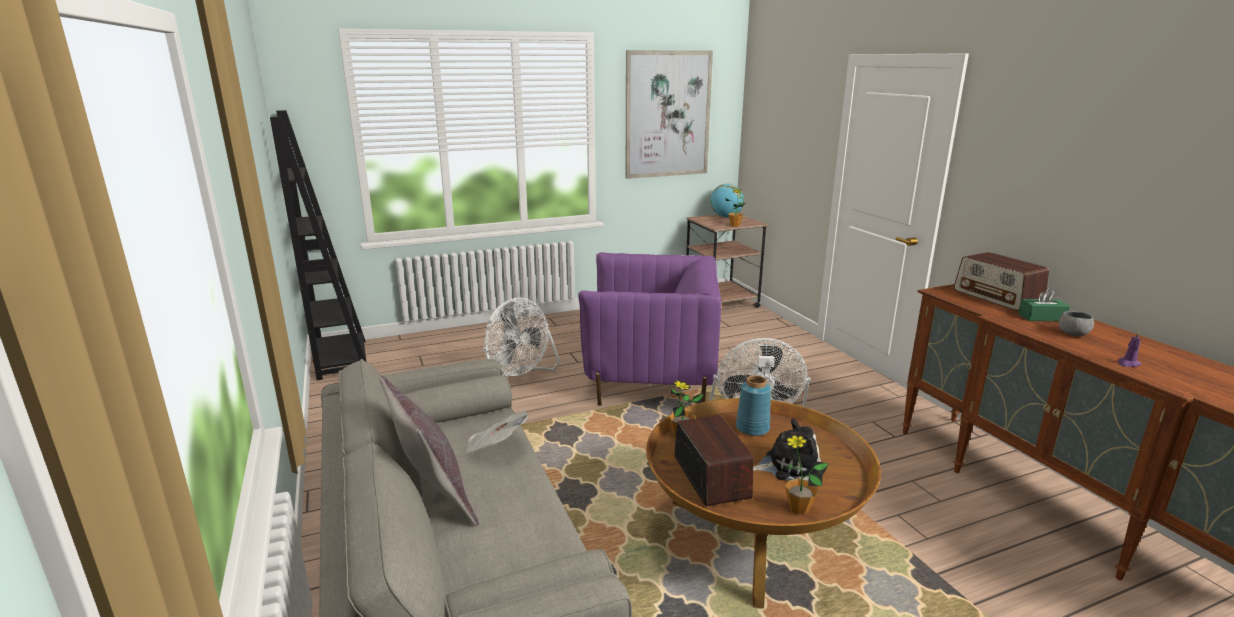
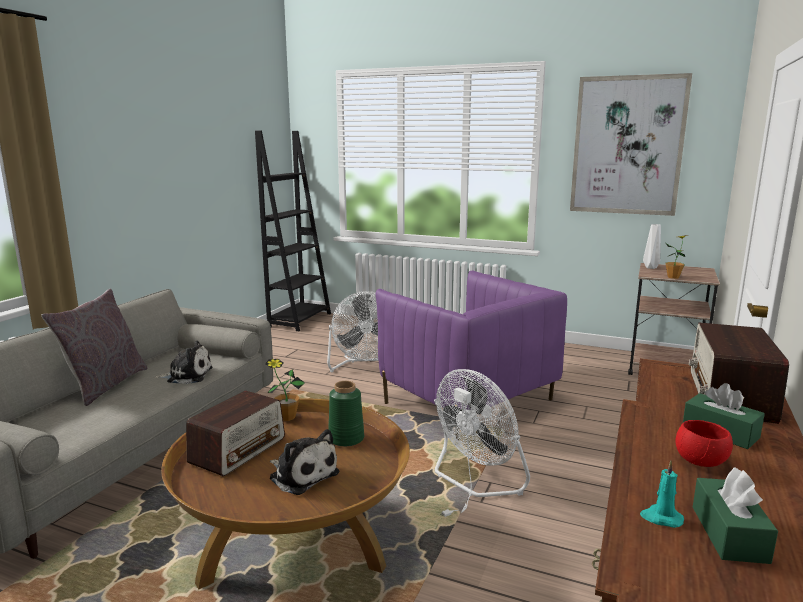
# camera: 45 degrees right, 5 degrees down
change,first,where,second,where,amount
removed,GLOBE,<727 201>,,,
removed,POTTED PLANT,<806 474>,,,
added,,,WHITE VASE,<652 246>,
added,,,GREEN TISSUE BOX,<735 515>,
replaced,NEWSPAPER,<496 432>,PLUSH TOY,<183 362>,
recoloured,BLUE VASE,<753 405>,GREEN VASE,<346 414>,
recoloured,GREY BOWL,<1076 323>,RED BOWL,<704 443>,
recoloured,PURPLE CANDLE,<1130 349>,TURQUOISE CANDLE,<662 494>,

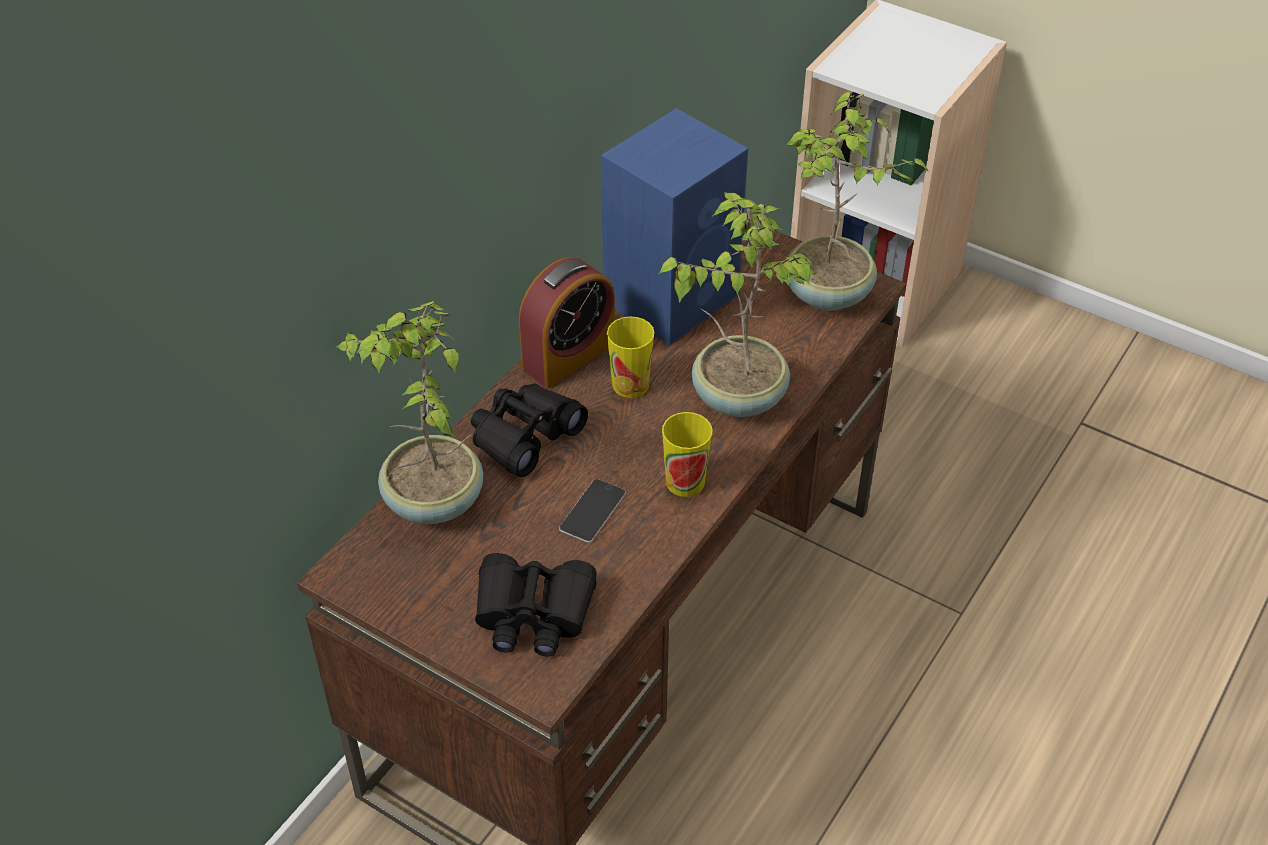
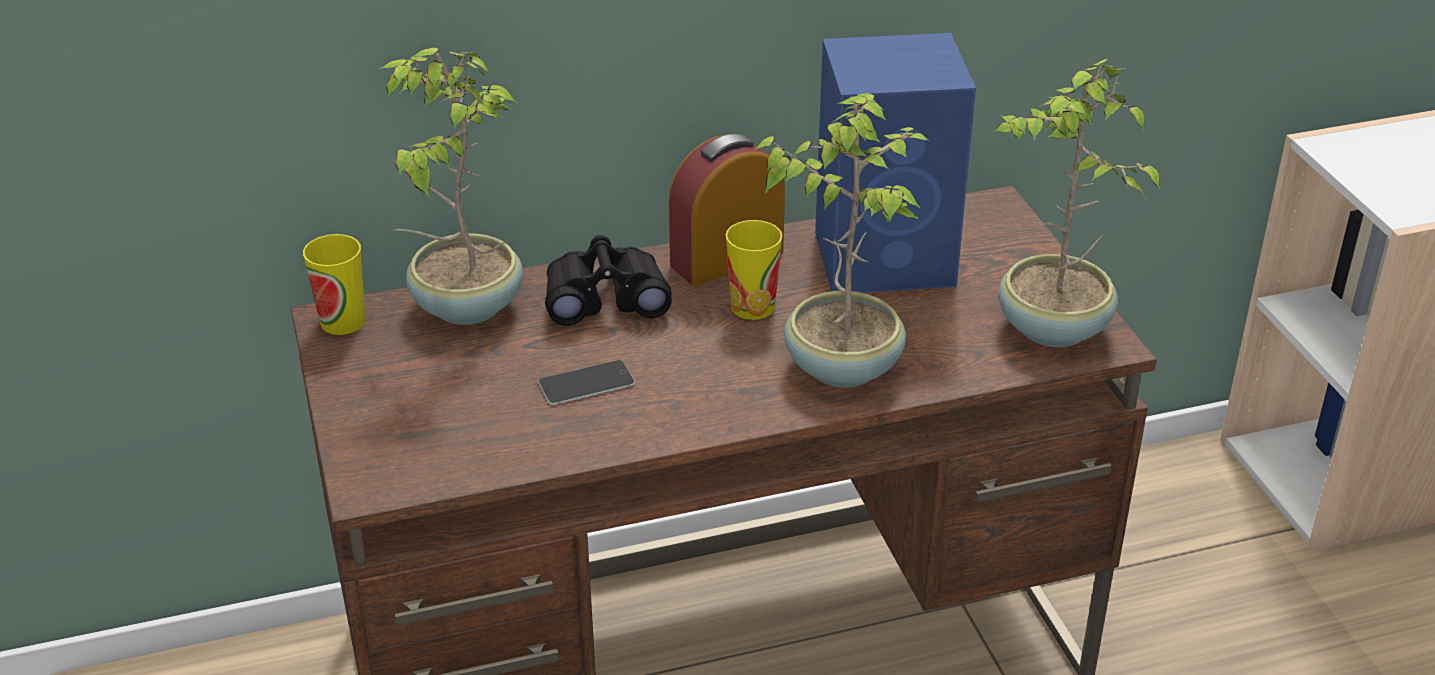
# camera: 40 degrees right, 10 degrees down
change,first,where,second,where,amount
removed,BLACK BINOCULARS,<536 604>,,,
moved,CUP,<687 454>,,<334 284>,
turned,ALARM CLOCK,<567 322>,,<727 210>,150 degrees clockwise

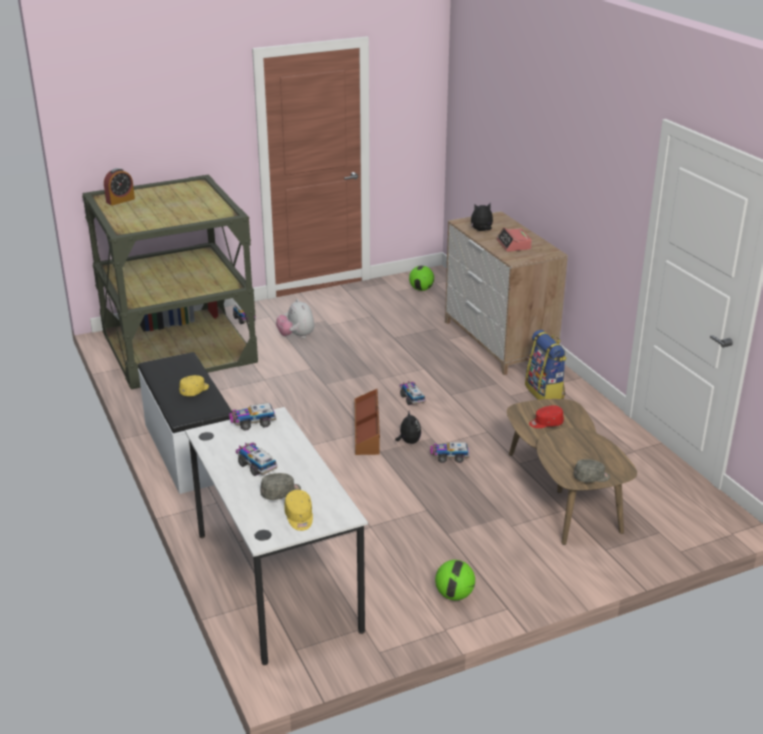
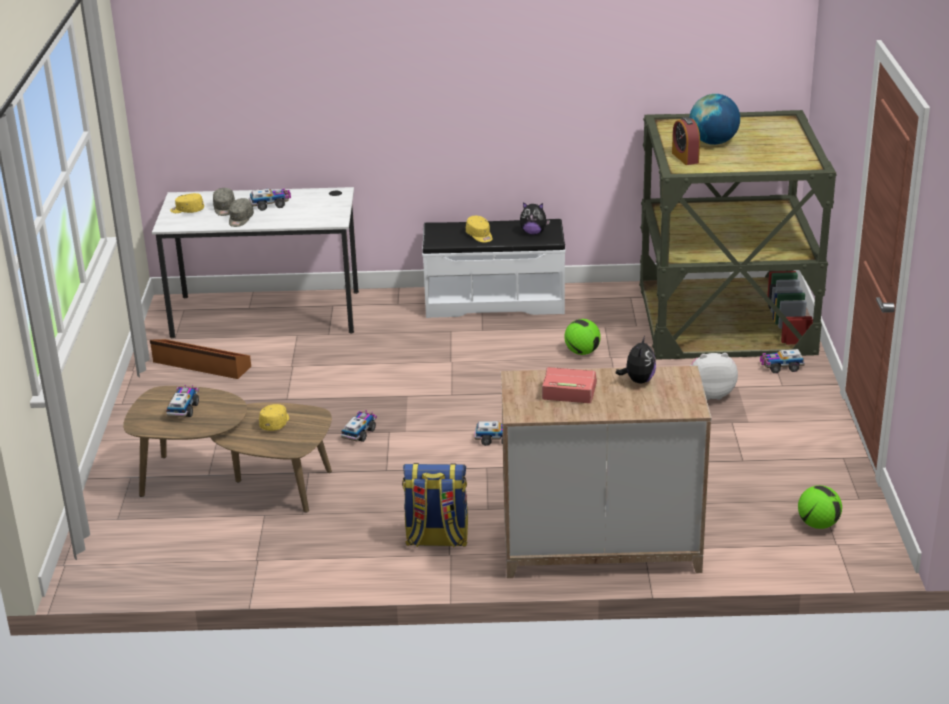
# camera: 115 degrees right, 0 degrees up
change,first,where,second,where,amount
added,,,GLOBE,<714 119>,
moved,ALARM CLOCK,<119 187>,,<686 141>,
moved,TOY TRUCK,<252 417>,,<182 400>,
moved,BROWN STORAGE BOX,<367 422>,,<200 359>,
moved,PLUSH TOY,<408 427>,,<535 218>,
moved,FOOTBALL,<455 580>,,<582 337>,
moved,GREY CAP,<591 471>,,<241 212>,
recoloured,RED CAP,<546 417>,YELLOW CAP,<274 417>,

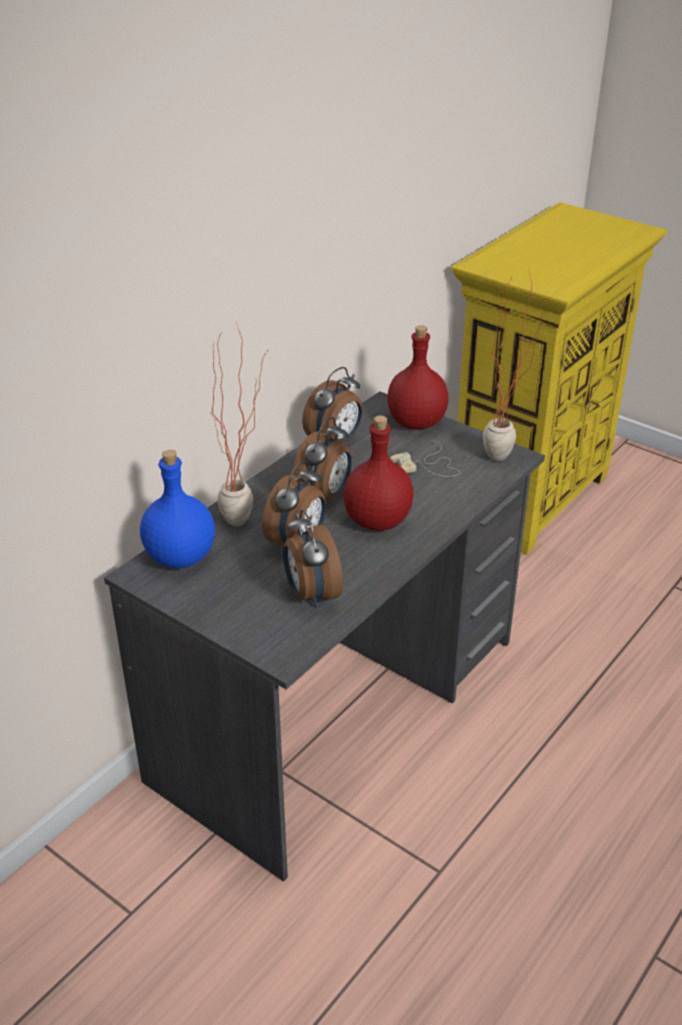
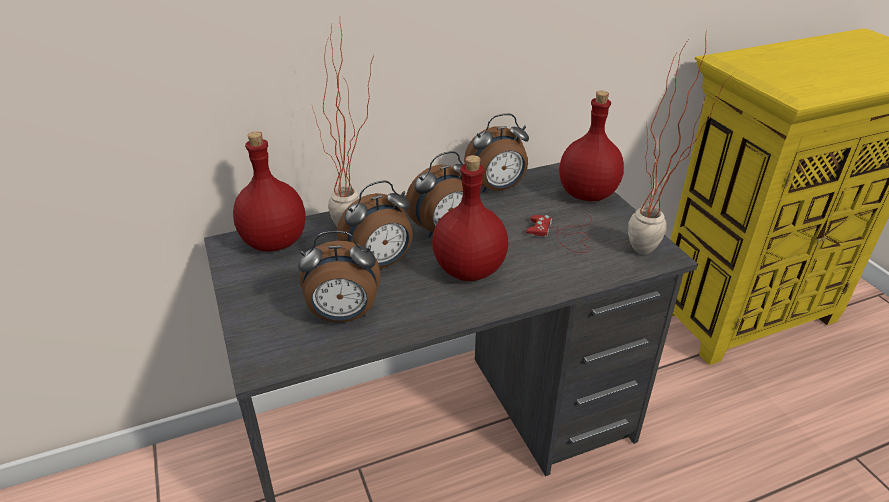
# camera: 30 degrees right, 0 degrees up
change,first,where,second,where,amount
recoloured,BLUE BOTTLE,<177 509>,RED BOTTLE,<269 191>,
recoloured,BEIGE GAME CONTROLLER,<425 458>,RED GAME CONTROLLER,<559 233>,
turned,ALARM CLOCK,<313 558>,,<339 276>,105 degrees counterclockwise

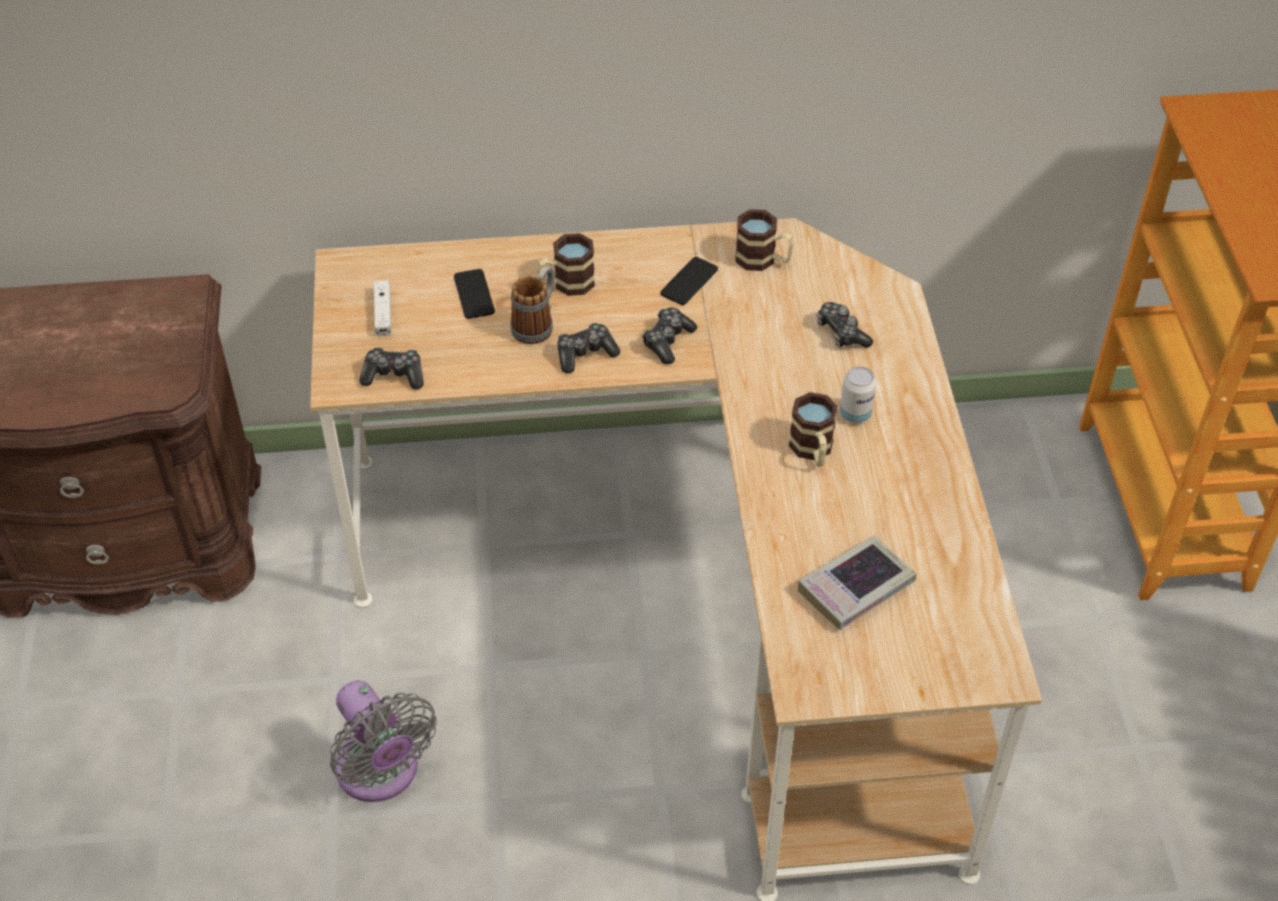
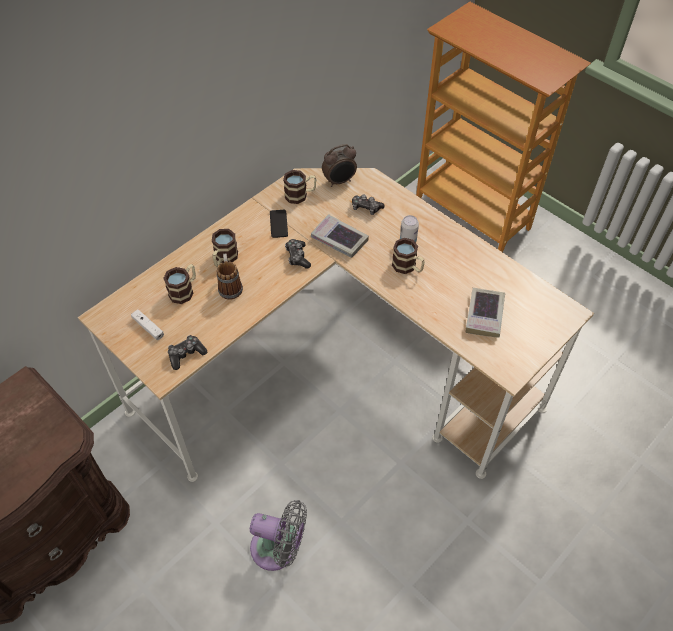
# camera: 40 degrees left, 5 degrees up
change,first,where,second,where,amount
removed,GAME CONTROLLER,<588 348>,,,
added,,,BOOK,<340 236>,
added,,,ALARM CLOCK,<339 165>,
replaced,PHONE,<474 294>,MUG,<179 284>,

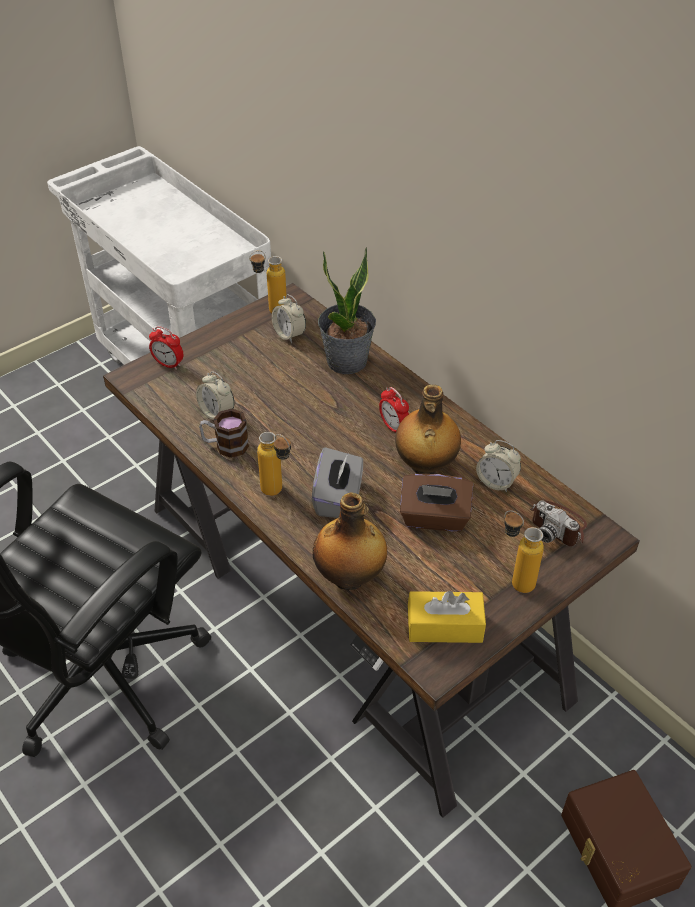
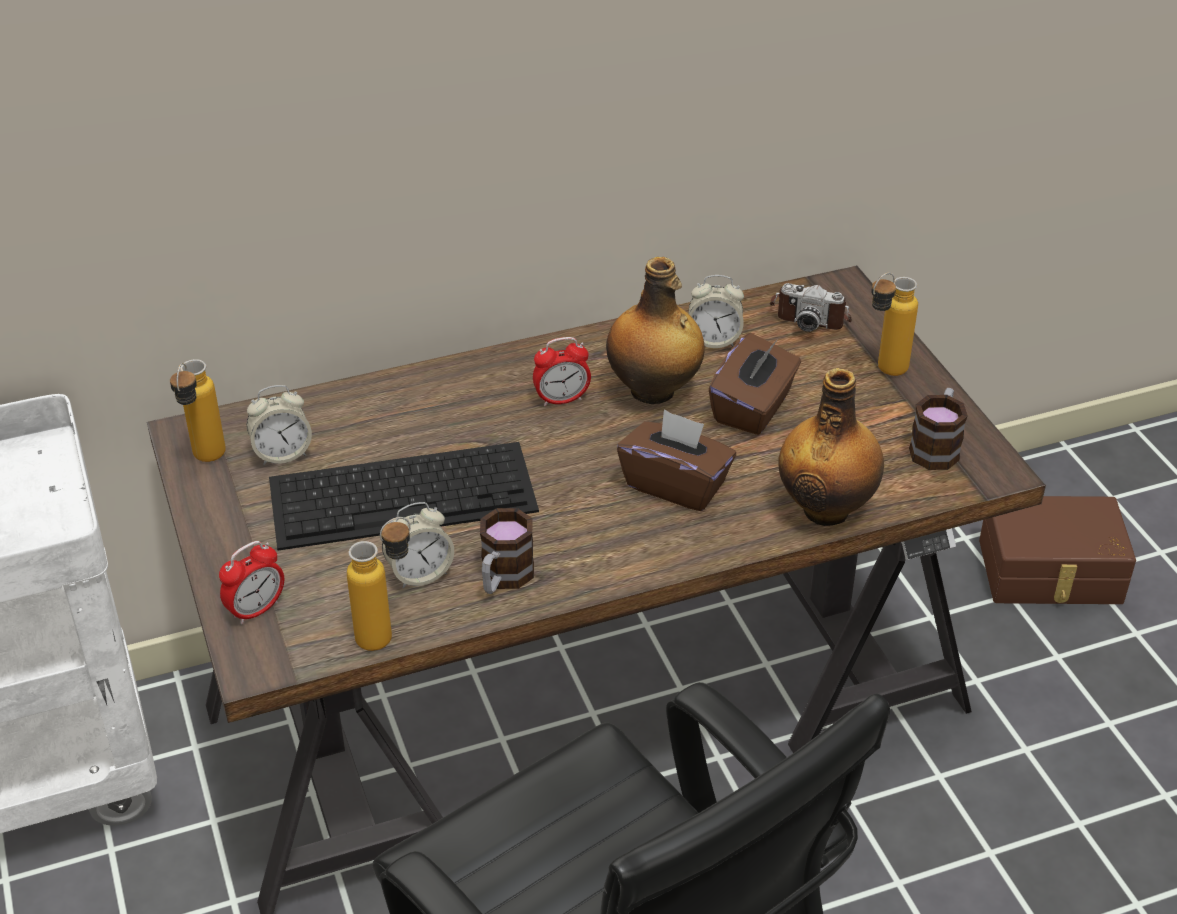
# camera: 70 degrees left, 5 degrees down
change,first,where,second,where,amount
removed,POTTED PLANT,<347 310>,,,
added,,,KEYBOARD,<404 496>,
moved,BOTTLE,<274 464>,,<379 584>,
replaced,YELLOW TISSUE BOX,<447 617>,MUG,<938 429>,
recoloured,GREY TISSUE BOX,<337 482>,BROWN TISSUE BOX,<676 460>,
turned,ALARM CLOCK,<498 466>,,<716 311>,45 degrees clockwise
turned,PHOTO CAMERA,<558 523>,,<811 307>,45 degrees clockwise

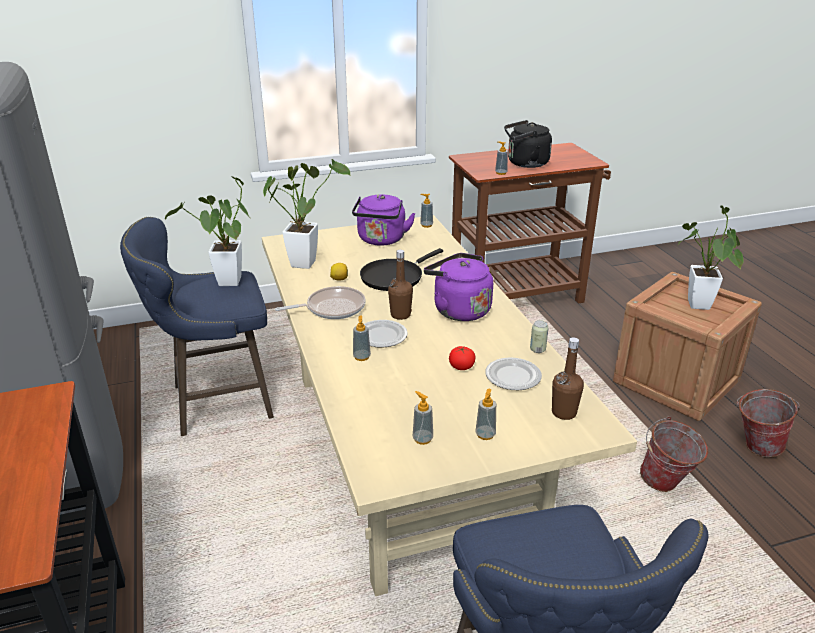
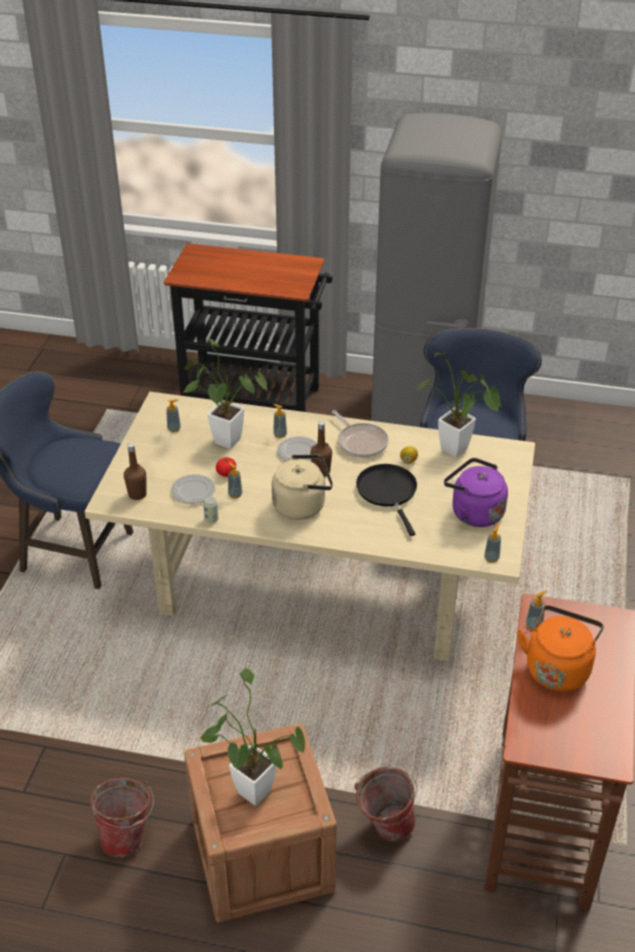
# camera: 120 degrees right, 10 degrees up
change,first,where,second,where,amount
moved,POTTED PLANT,<207 231>,,<225 394>,
moved,SOAP DISPENSER,<485 414>,,<235 480>,
moved,BUCKET,<674 454>,,<386 804>,
recoloured,PURPLE KETTLE,<458 287>,BEIGE KETTLE,<302 487>,
recoloured,BLACK KETTLE,<528 144>,ORANGE KETTLE,<560 648>,
turned,FRYING PAN,<320 302>,,<360 433>,45 degrees counterclockwise

